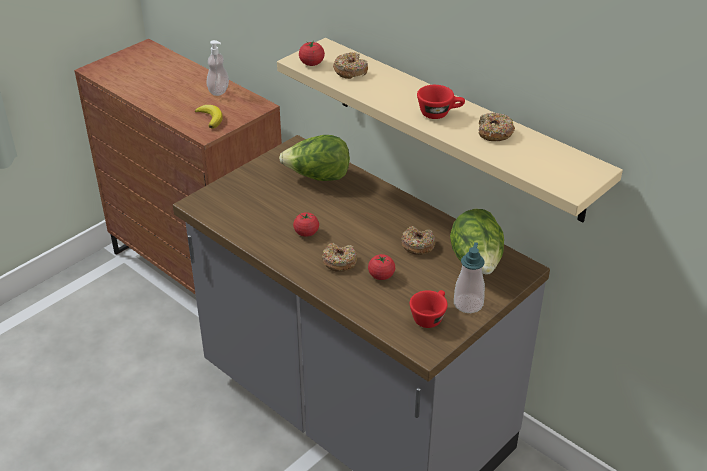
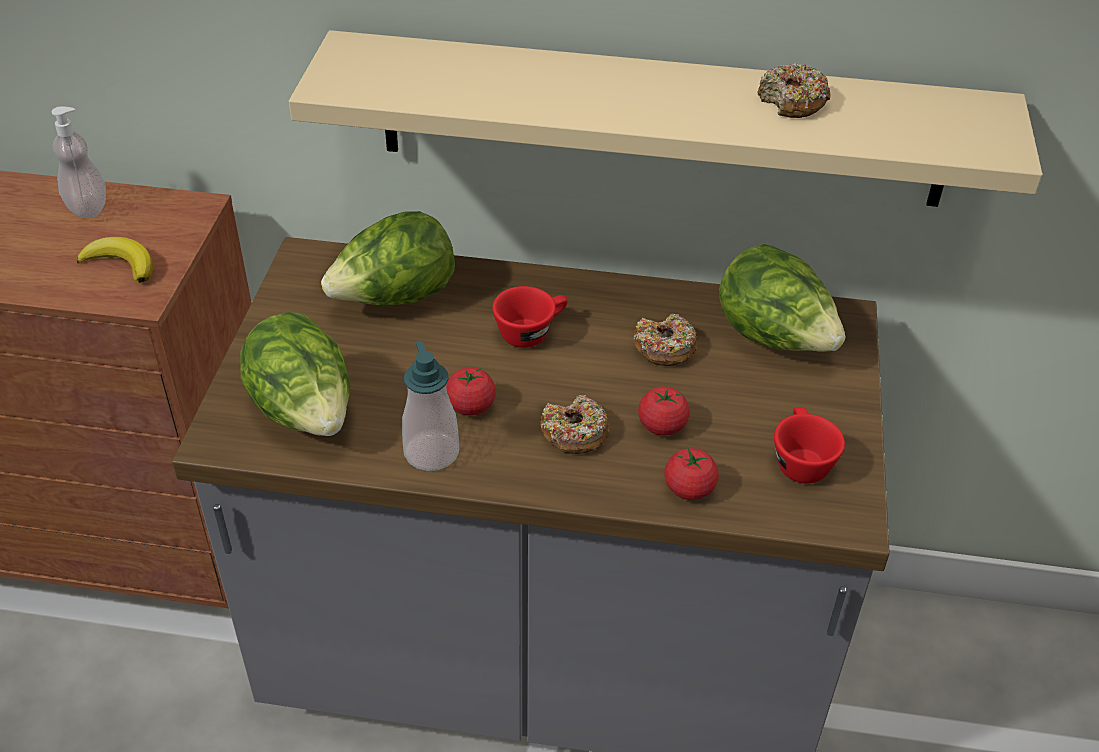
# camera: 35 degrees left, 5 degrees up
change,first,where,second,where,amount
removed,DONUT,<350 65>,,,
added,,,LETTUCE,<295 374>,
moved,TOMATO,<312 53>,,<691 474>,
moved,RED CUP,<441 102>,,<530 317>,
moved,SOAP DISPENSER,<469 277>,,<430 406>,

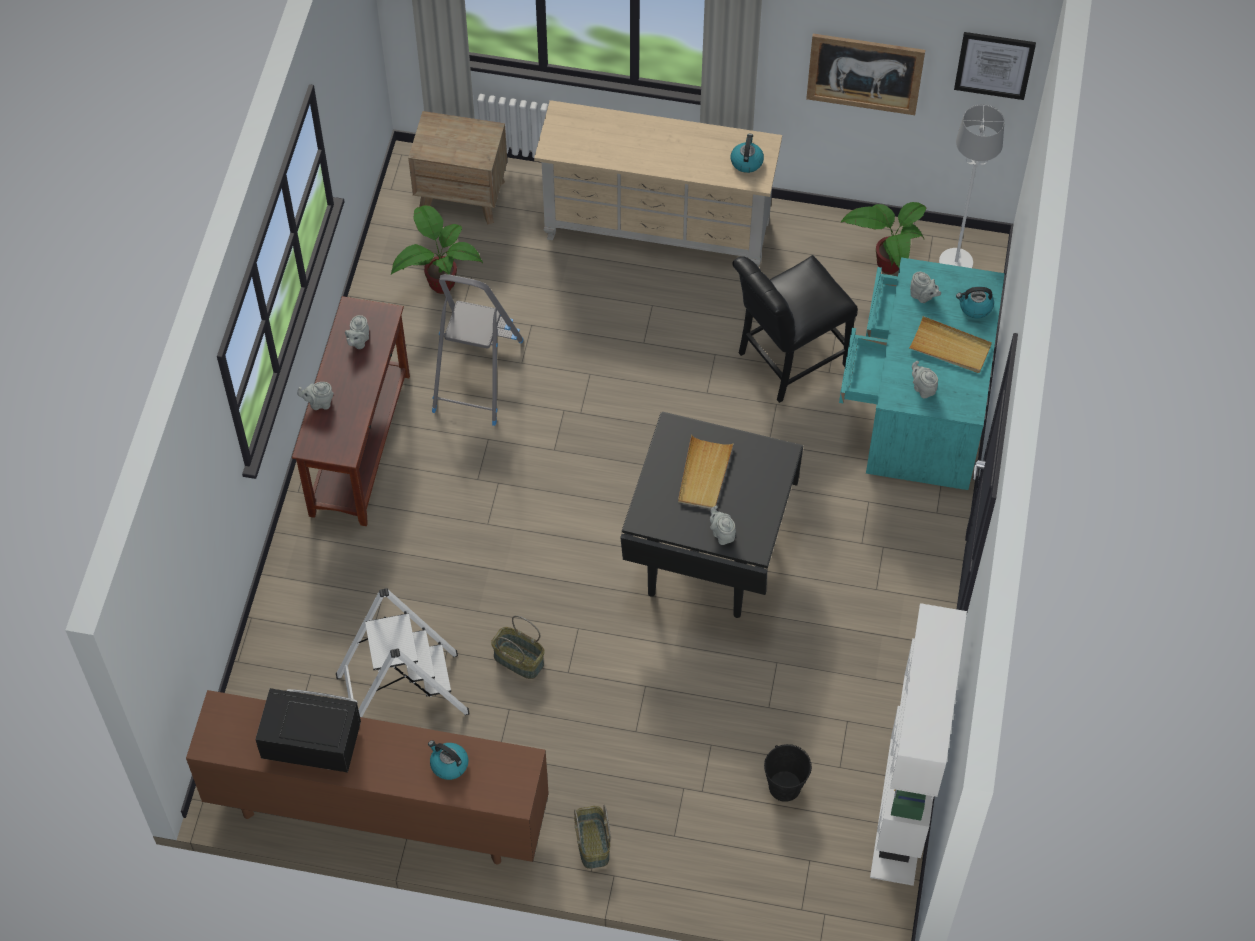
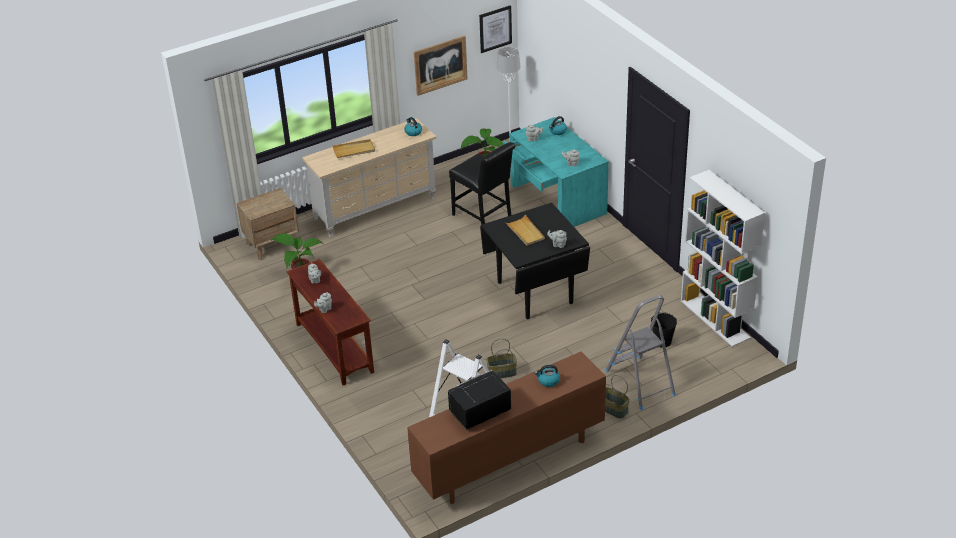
# camera: 40 degrees left, 20 degrees down
change,first,where,second,where,amount
moved,GREY STEP LADDER,<478 350>,,<641 352>,
moved,BEIGE TRAY,<950 344>,,<353 148>,
turned,BLACK CHAIR,<795 329>,,<482 183>,60 degrees counterclockwise

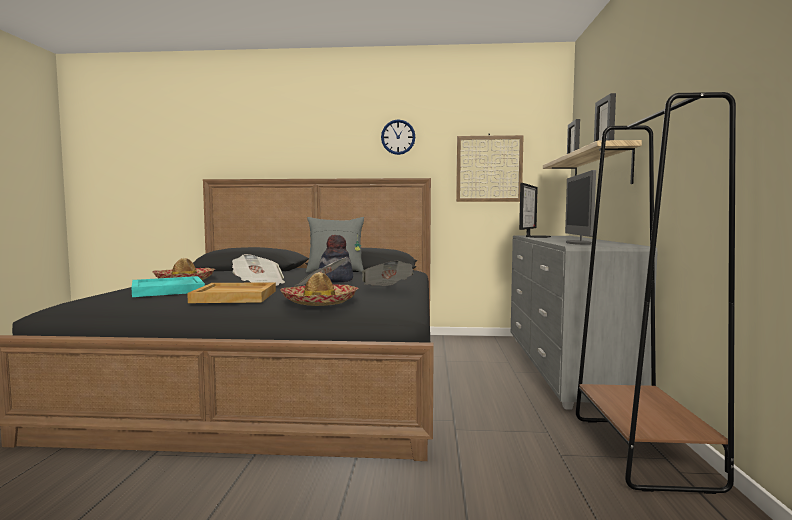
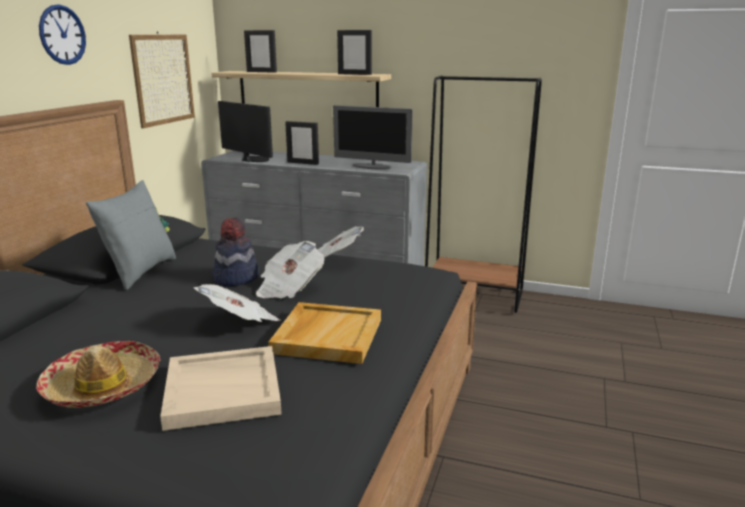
# camera: 75 degrees left, 15 degrees up
change,first,where,second,where,amount
removed,HAT,<319 289>,,,
added,,,PICTURE FRAME,<302 143>,
recoloured,TURQUOISE TRAY,<168 286>,BEIGE TRAY,<221 388>,

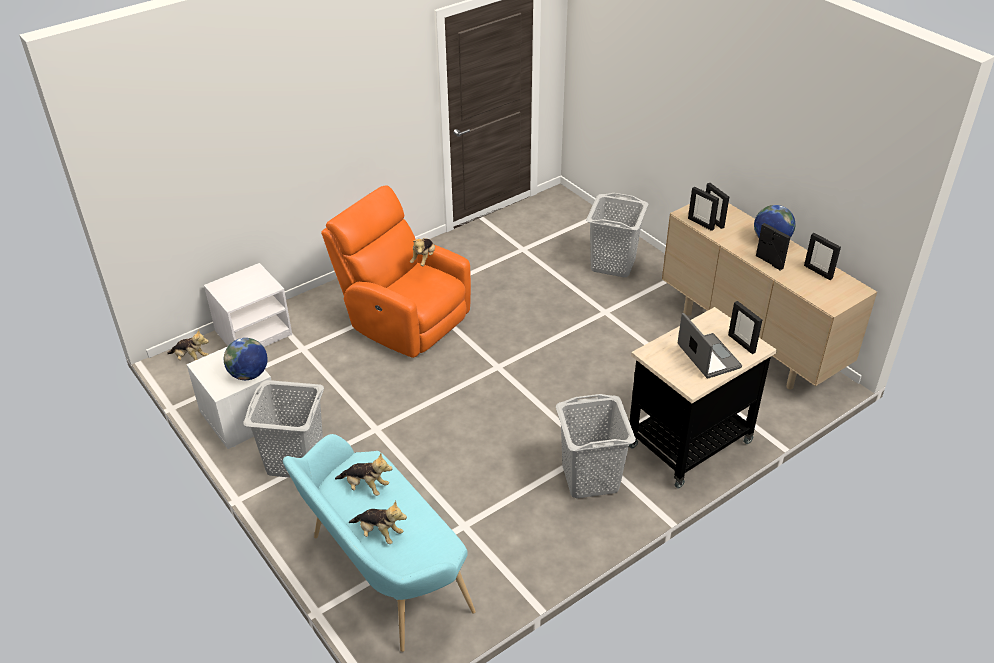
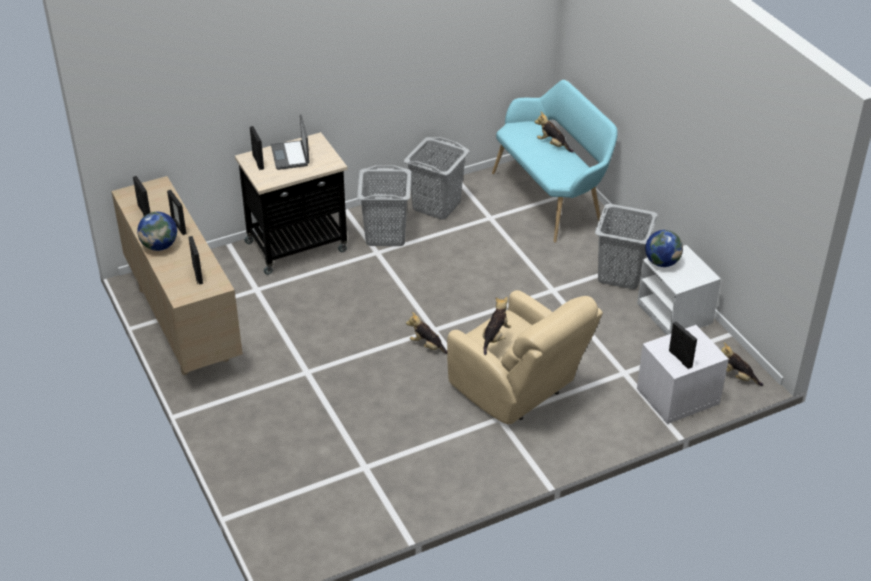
# camera: 170 degrees left, 0 degrees up
change,first,where,second,where,amount
moved,PLUSH TOY,<363 475>,,<426 333>,
moved,GREY LAUNDRY BASKET,<617 235>,,<437 178>,
moved,PICTURE FRAME,<703 208>,,<683 345>,
recoloured,ORANGE ARMCHAIR,<396 272>,BEIGE ARMCHAIR,<525 357>,

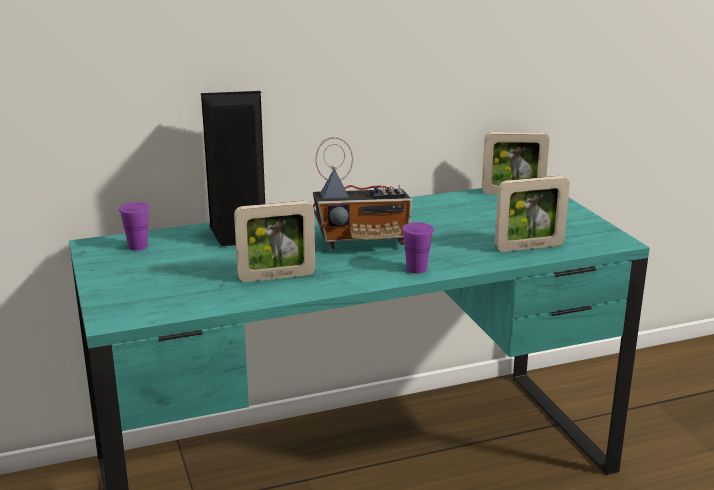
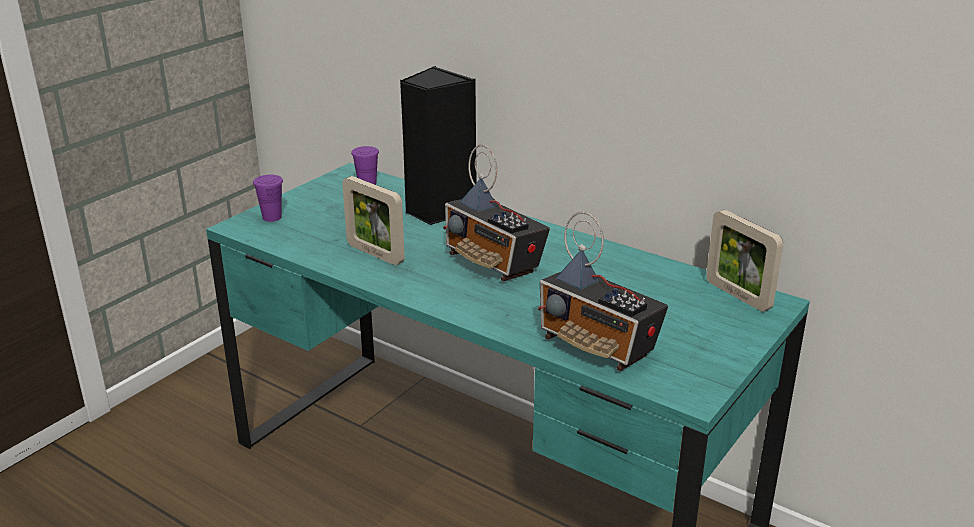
# camera: 55 degrees right, 5 degrees up
change,first,where,second,where,amount
moved,PURPLE CUP,<418 247>,,<268 198>,
replaced,PICTURE FRAME,<532 214>,RADIO,<603 291>,

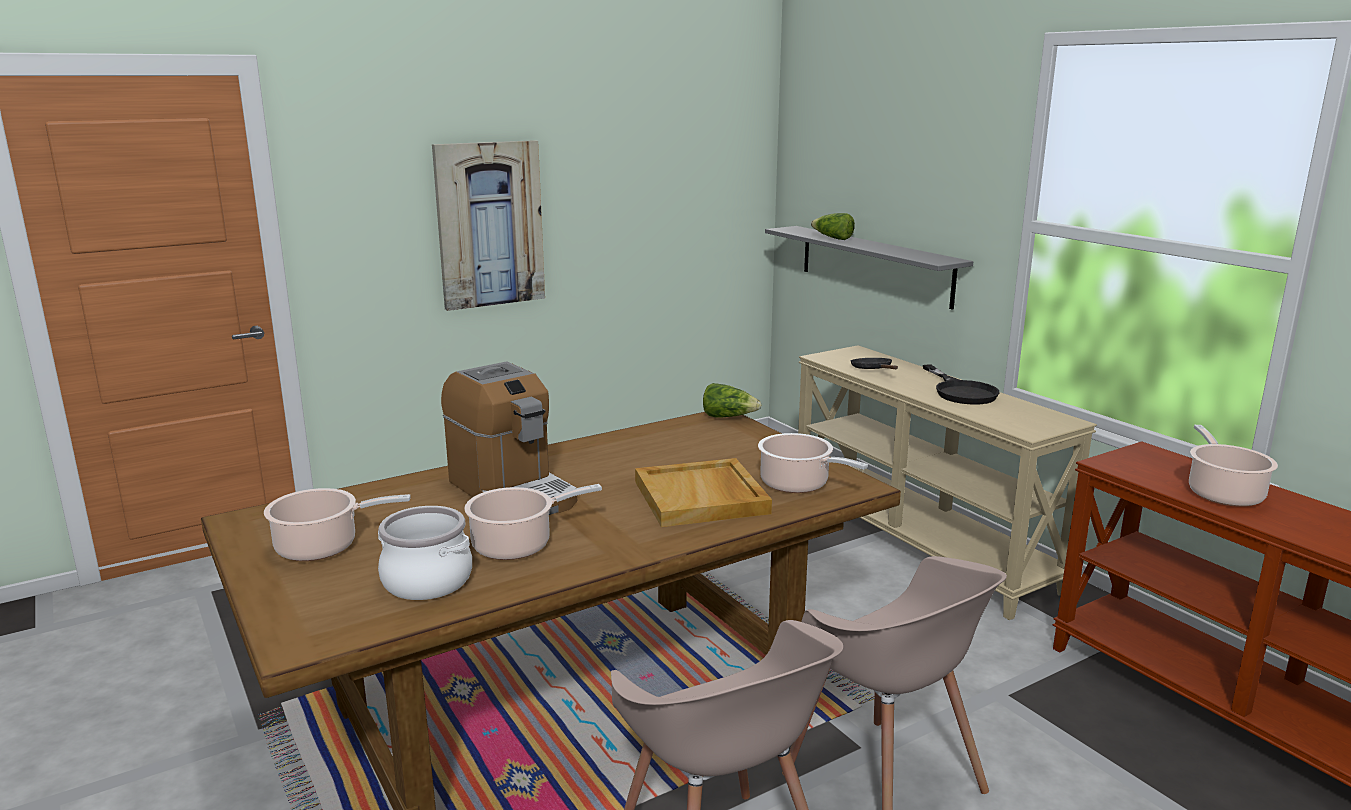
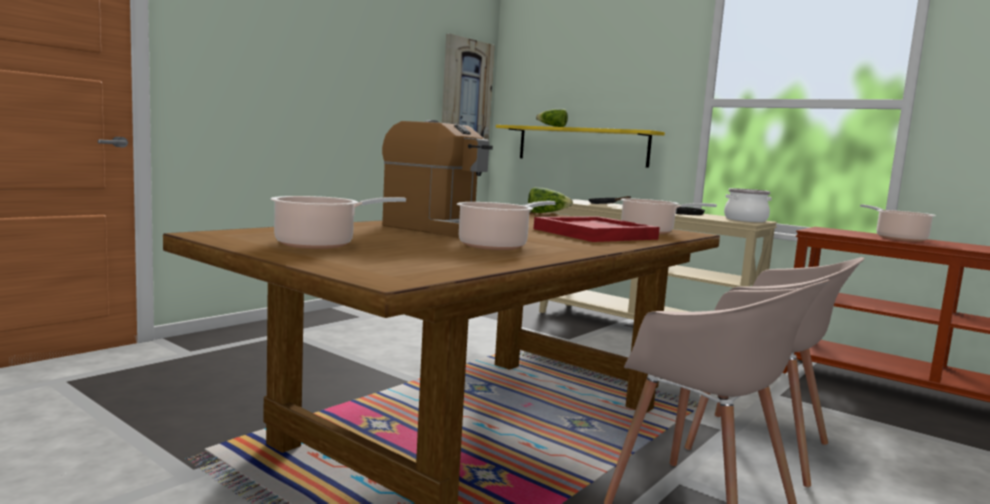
# camera: 20 degrees left, 10 degrees down
change,first,where,second,where,amount
moved,COOKING POT,<425 553>,,<747 205>,
moved,PICTURE,<488 225>,,<468 87>,
recoloured,BEIGE TRAY,<703 492>,RED TRAY,<597 229>,
recoloured,GREY SHELF,<869 268>,YELLOW SHELF,<580 146>,

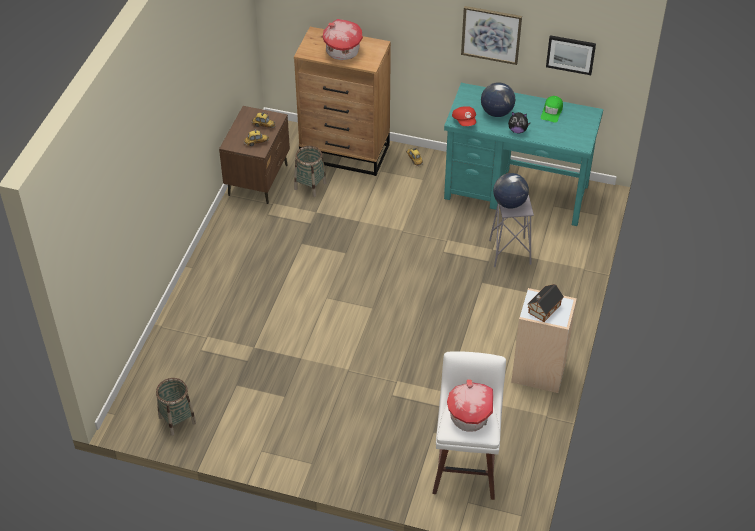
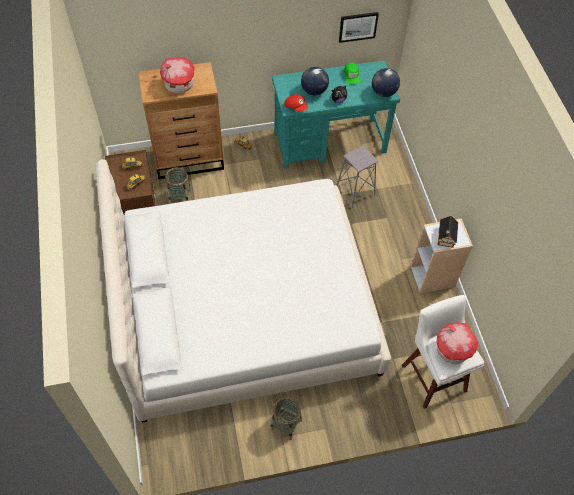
# camera: 30 degrees left, 10 degrees up
change,first,where,second,where,amount
removed,PICTURE,<491 35>,,,
added,,,WHITE BED,<243 290>,
moved,BASKET,<176 407>,,<286 418>,
moved,GLOBE,<511 191>,,<386 82>,

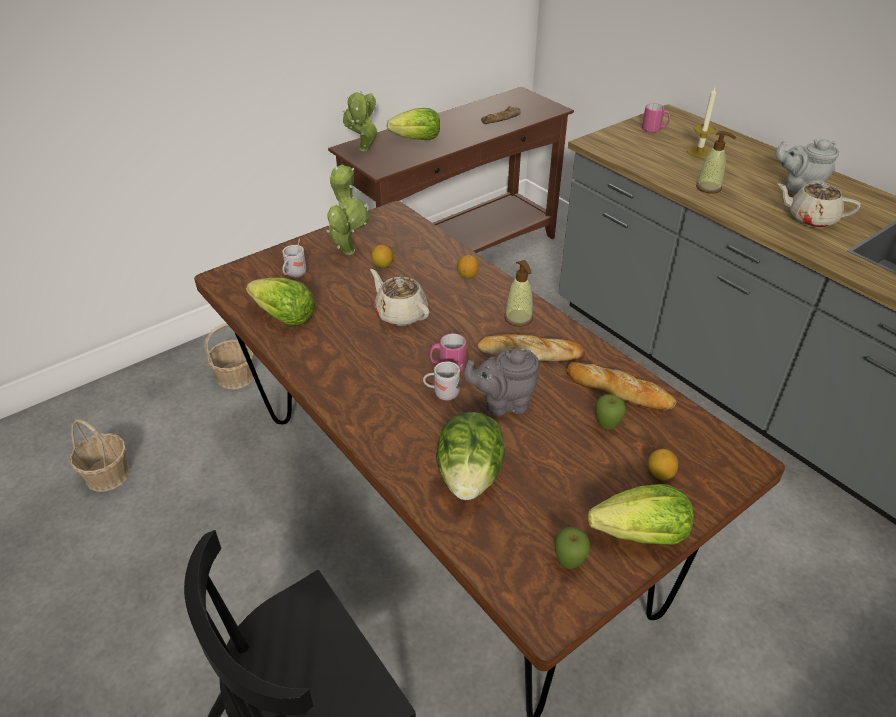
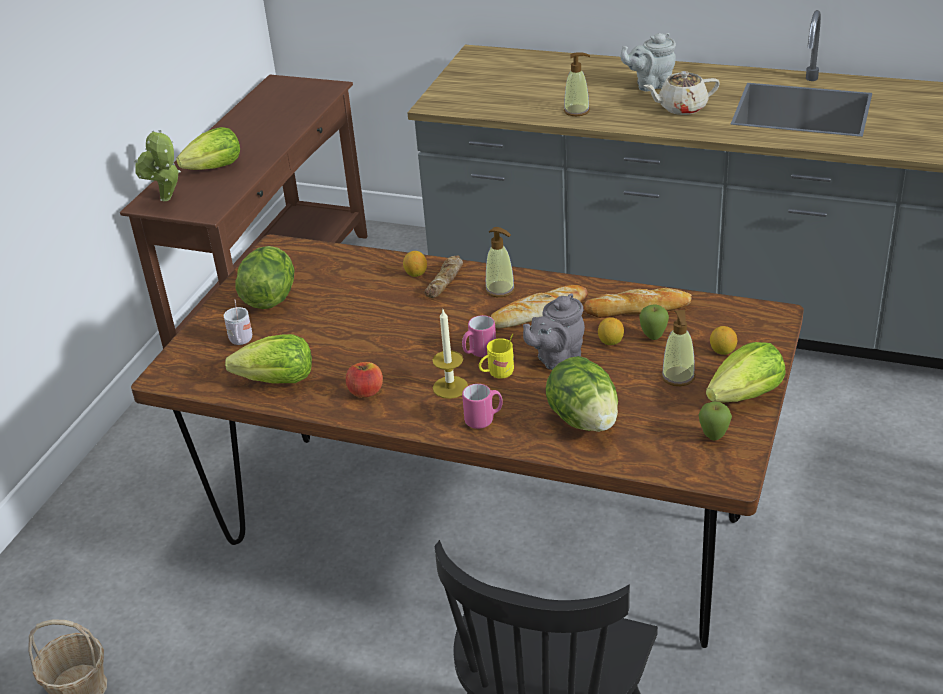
# camera: 30 degrees left, 5 degrees down
change,first,where,second,where,amount
removed,BASKET,<230 356>,,,
removed,BEIGE TEAPOT,<399 297>,,,
added,,,APPLE,<364 380>,
added,,,SOAP DISPENSER,<678 348>,
moved,LEMON,<382 256>,,<611 331>,
moved,BREAD,<501 115>,,<443 276>,
moved,PINK MUG,<656 118>,,<482 406>,
moved,CANDLE,<701 122>,,<450 354>,
replaced,POTTED PLANT,<348 210>,LETTUCE,<264 277>,
recoloured,WHITE MUG,<443 381>,YELLOW MUG,<496 356>,

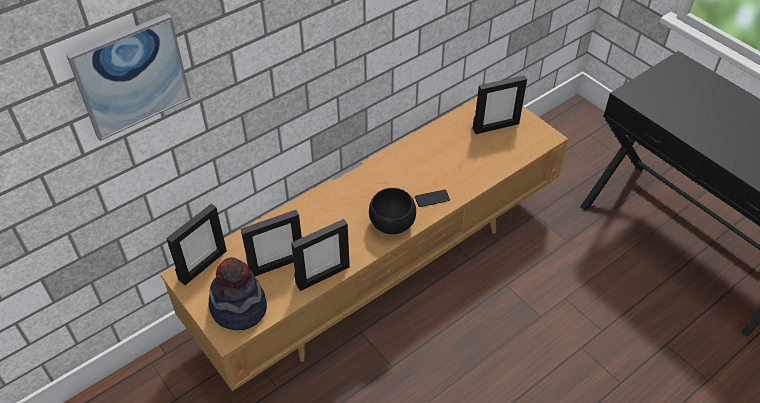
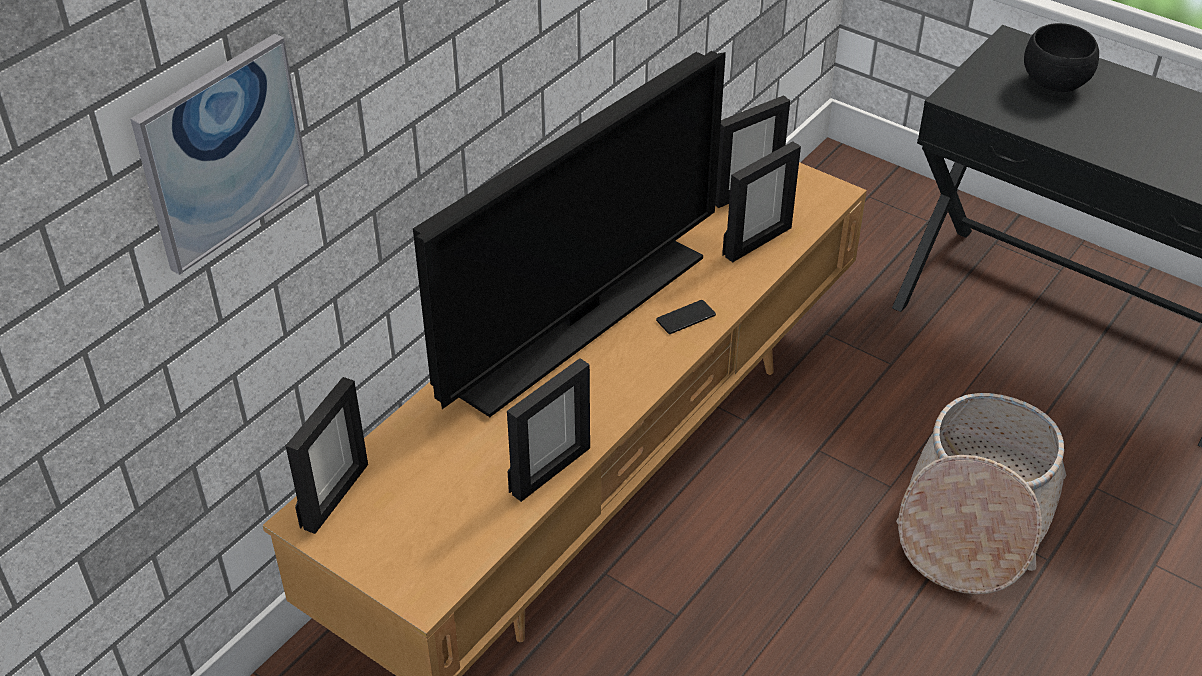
# camera: 15 degrees left, 5 degrees down
change,first,where,second,where,amount
removed,HAT,<238 294>,,,
added,,,TELEVISION,<569 234>,
added,,,BASKET,<981 493>,
moved,PICTURE FRAME,<271 243>,,<761 201>,
moved,BLACK BOWL,<392 211>,,<1061 57>,

